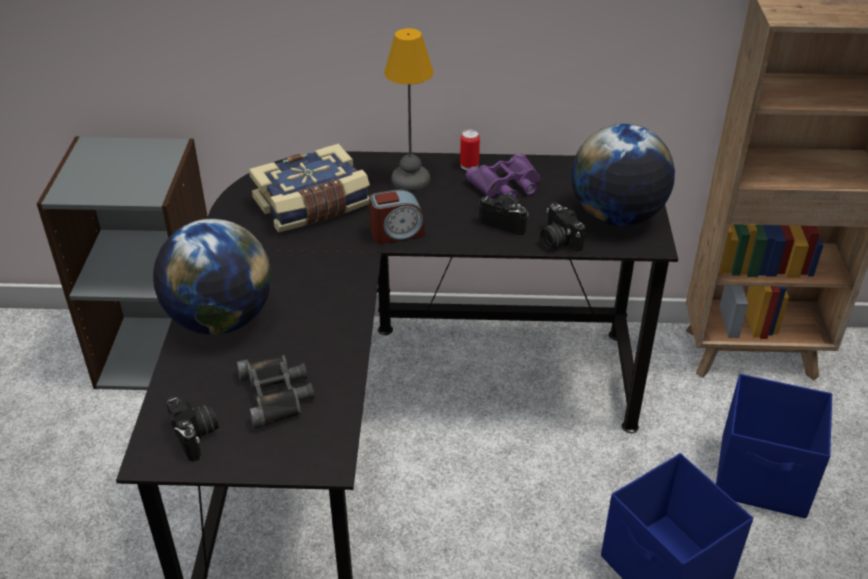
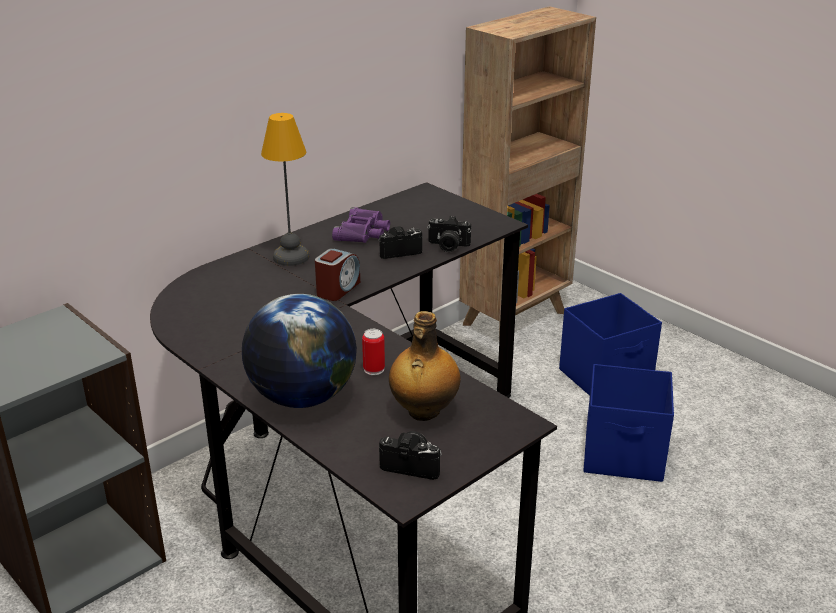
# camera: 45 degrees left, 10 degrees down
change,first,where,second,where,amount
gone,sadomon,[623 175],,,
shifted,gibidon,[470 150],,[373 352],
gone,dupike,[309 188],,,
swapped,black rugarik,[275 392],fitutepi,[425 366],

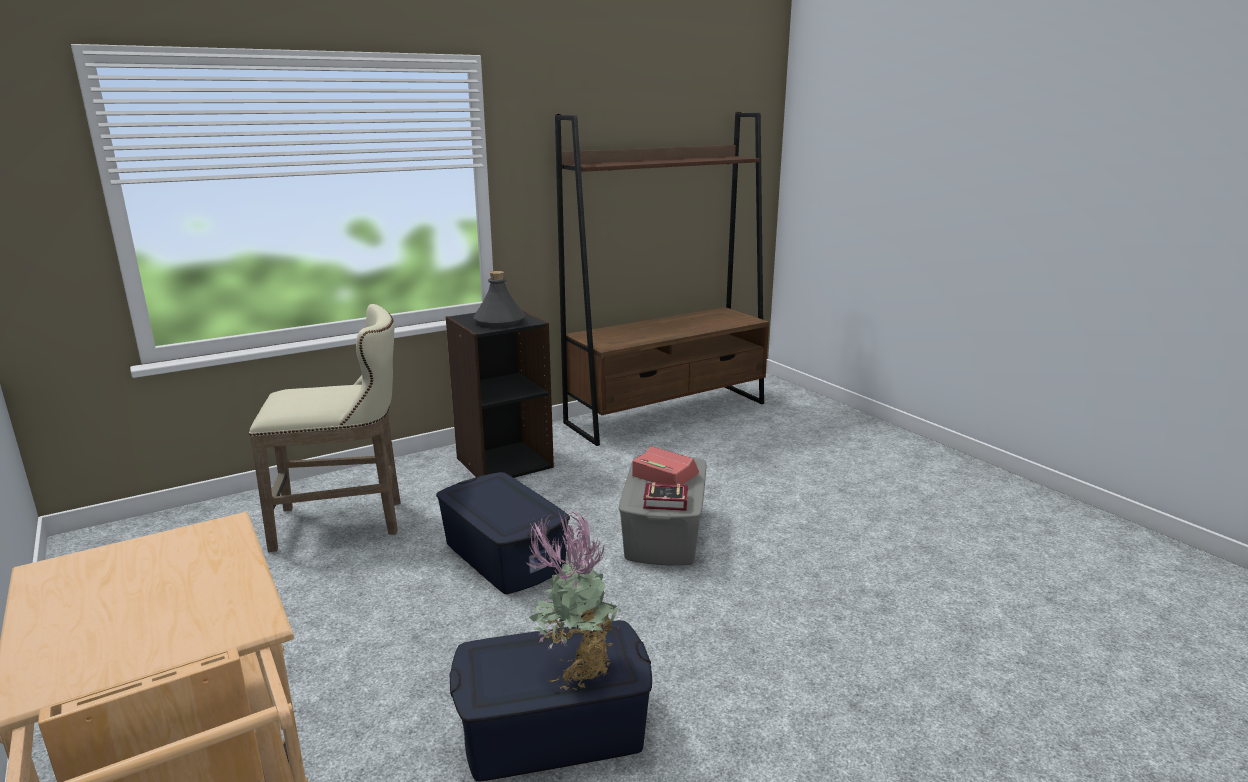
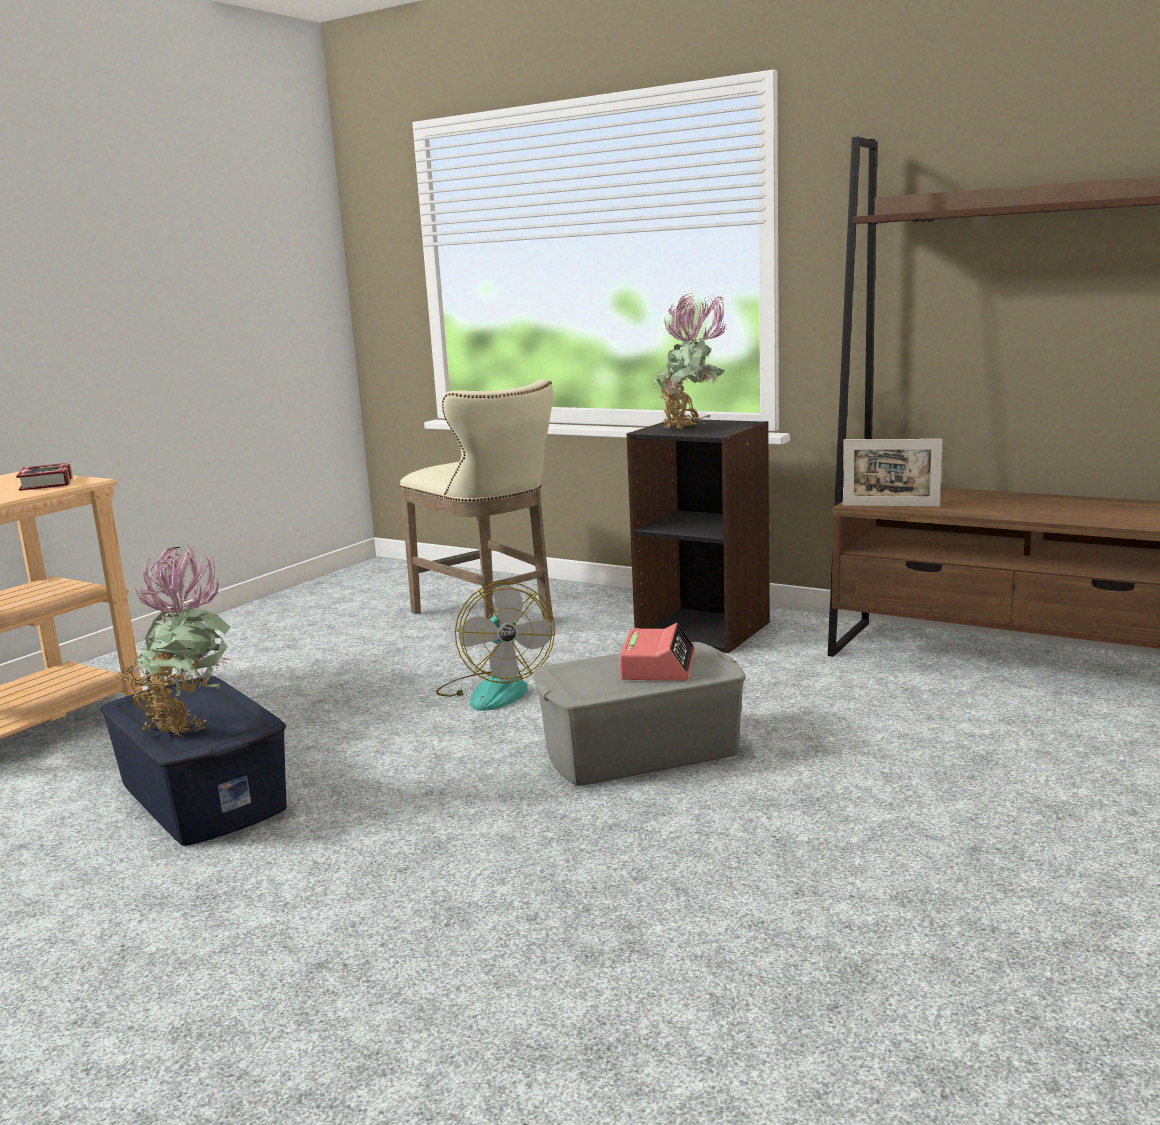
# camera: 65 degrees right, 5 degrees down
change,first,where,second,where,amount
swapped,grey fitutepi,[499 299],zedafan,[691 361],
swapped,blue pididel,[503 533],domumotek,[495 646],
shifted,dupike,[665 496],,[44 477],
new,,,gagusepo,[893 473],

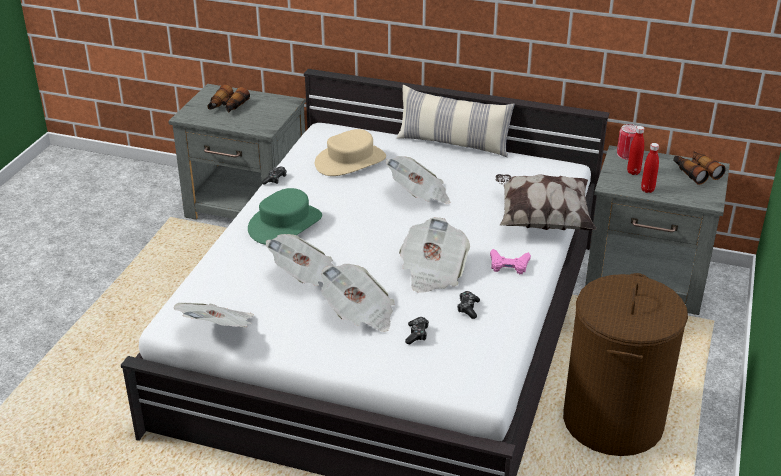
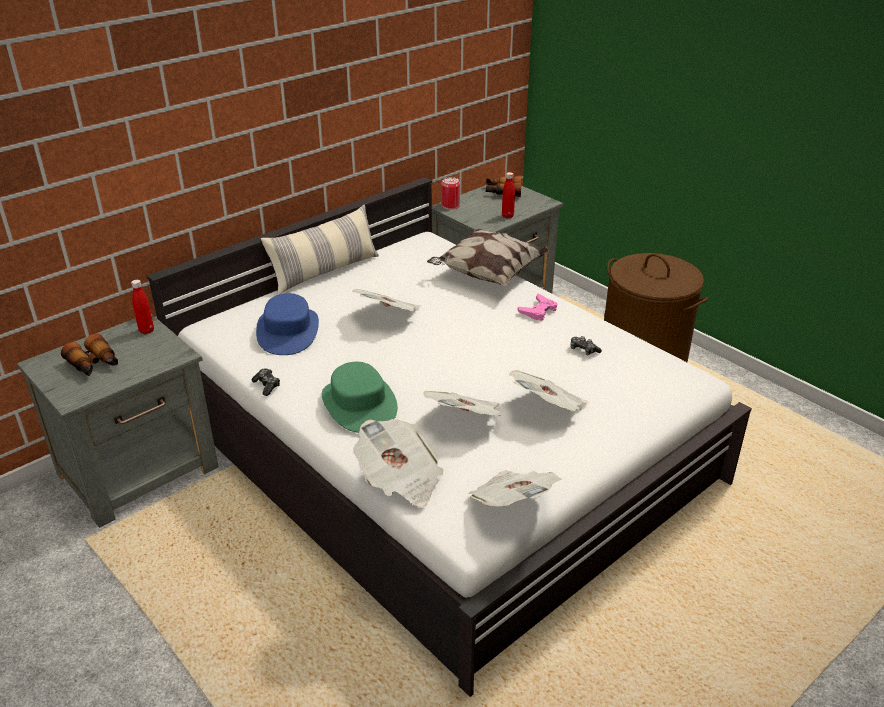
# camera: 60 degrees left, 0 degrees up
change,first,where,second,where,amount
shifted,red fitutepi,[635 150],,[142 307],
repainted,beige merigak,[350 152],blue merigak,[287 324],
shifted,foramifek,[434 255],,[398 463],
gone,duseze,[417 330],,,

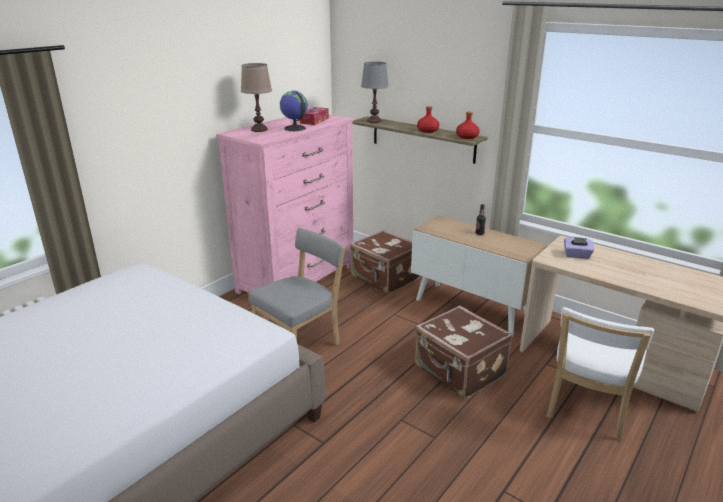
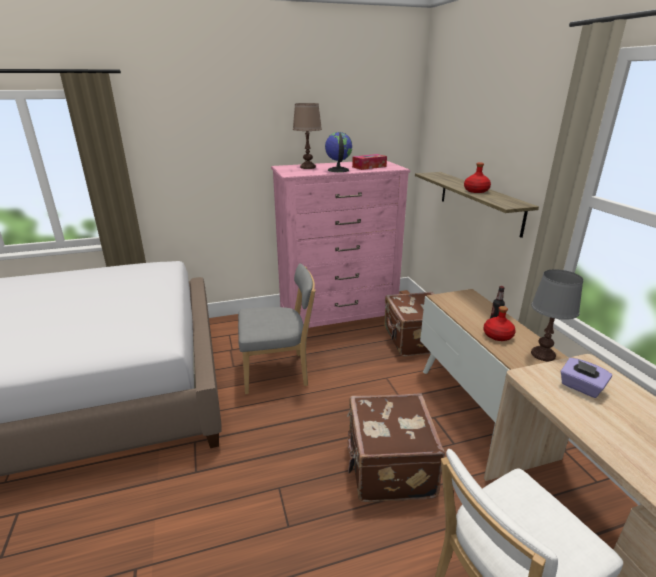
# camera: 35 degrees right, 0 degrees up
change,first,where,second,where,amount
shifted,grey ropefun,[375 92],,[557 315],
shifted,red fitutepi,[468 125],,[499 323],

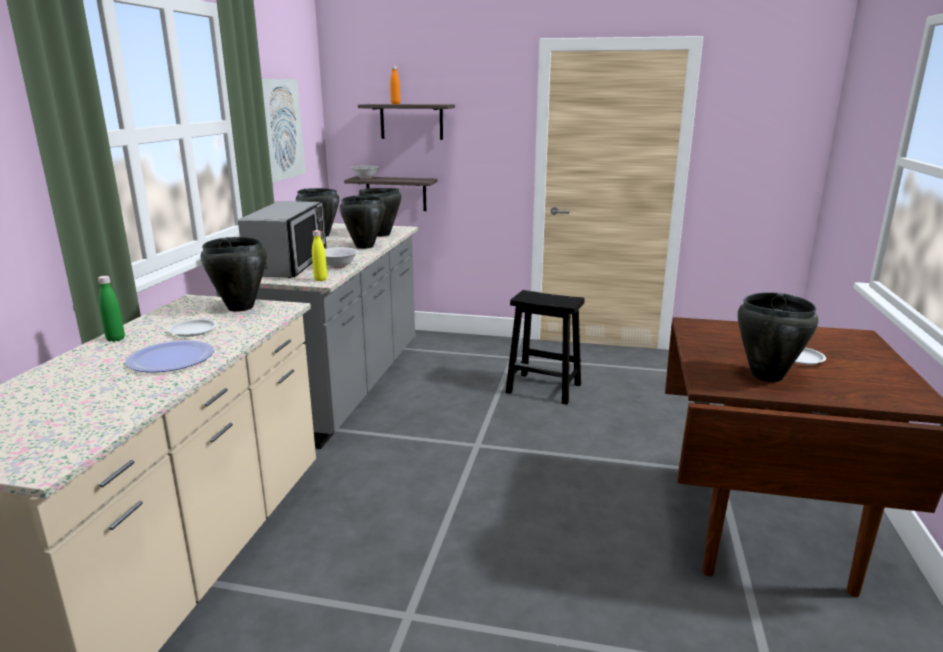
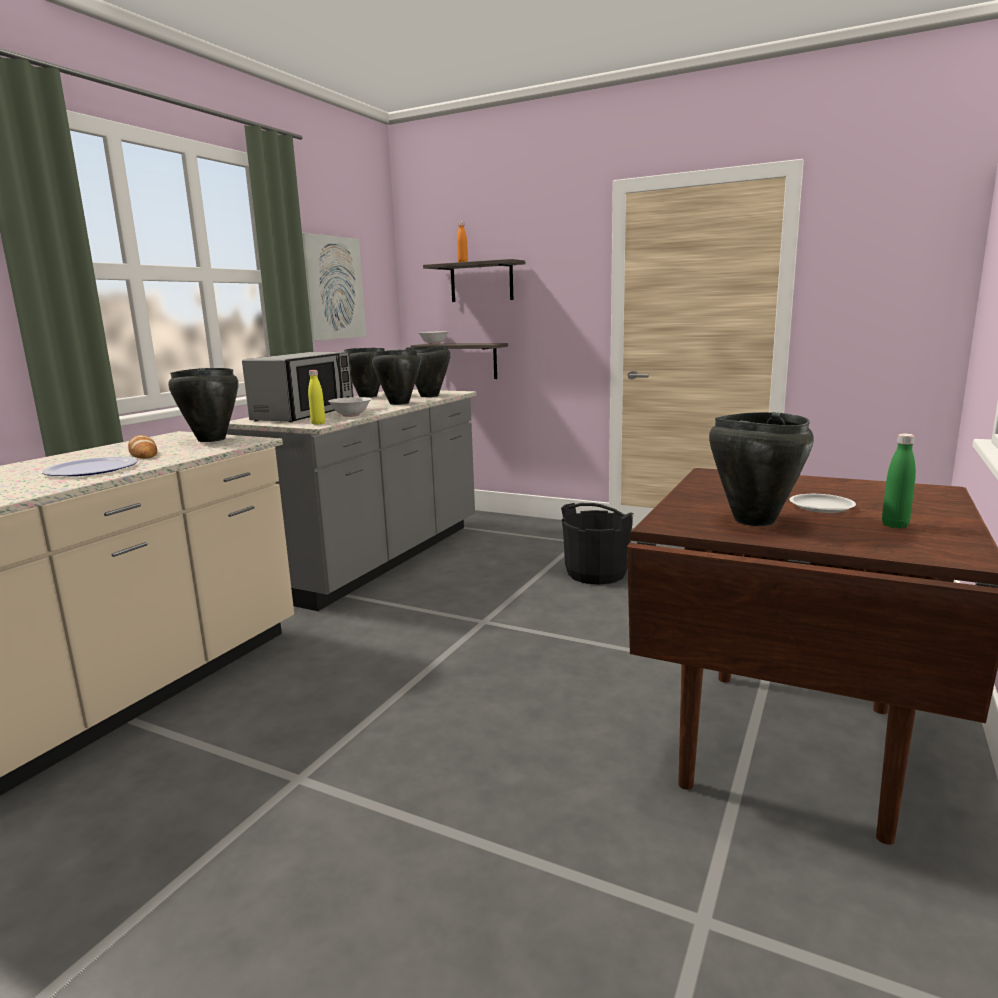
# camera: 15 degrees right, 5 degrees down
change,first,where,second,where,amount
shifted,green fitutepi,[111 309],,[899 481],
swapped,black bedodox,[545 347],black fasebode,[597 543],
swapped,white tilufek,[192 328],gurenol,[142 447],

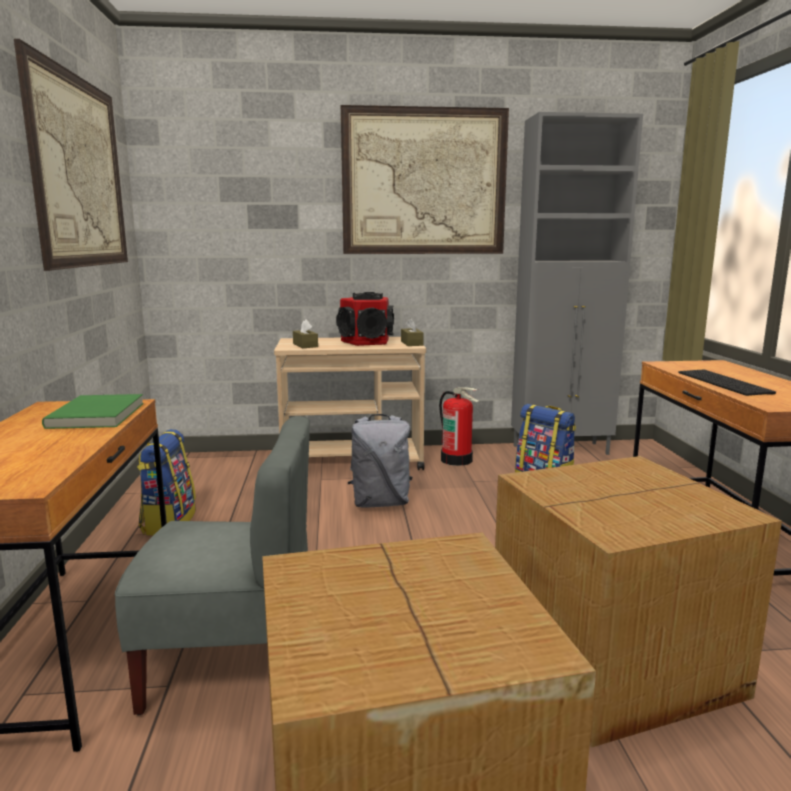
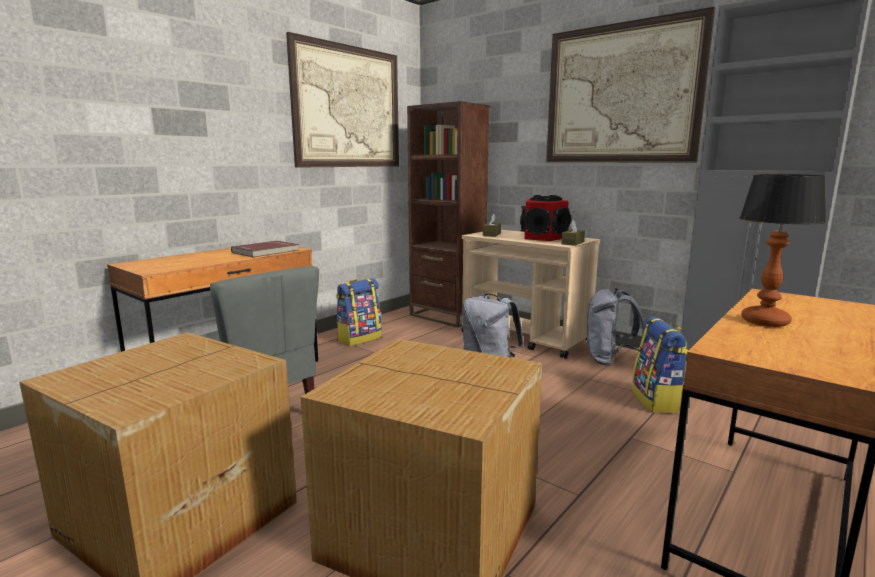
# camera: 45 degrees right, 0 degrees up
change,first,where,second,where,amount
swapped,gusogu,[727 382],ropefun,[783 250],
swapped,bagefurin,[459 426],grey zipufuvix,[615 327],
repainted,green dupike,[93 411],red dupike,[265 249],
new,,,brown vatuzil,[448 214],

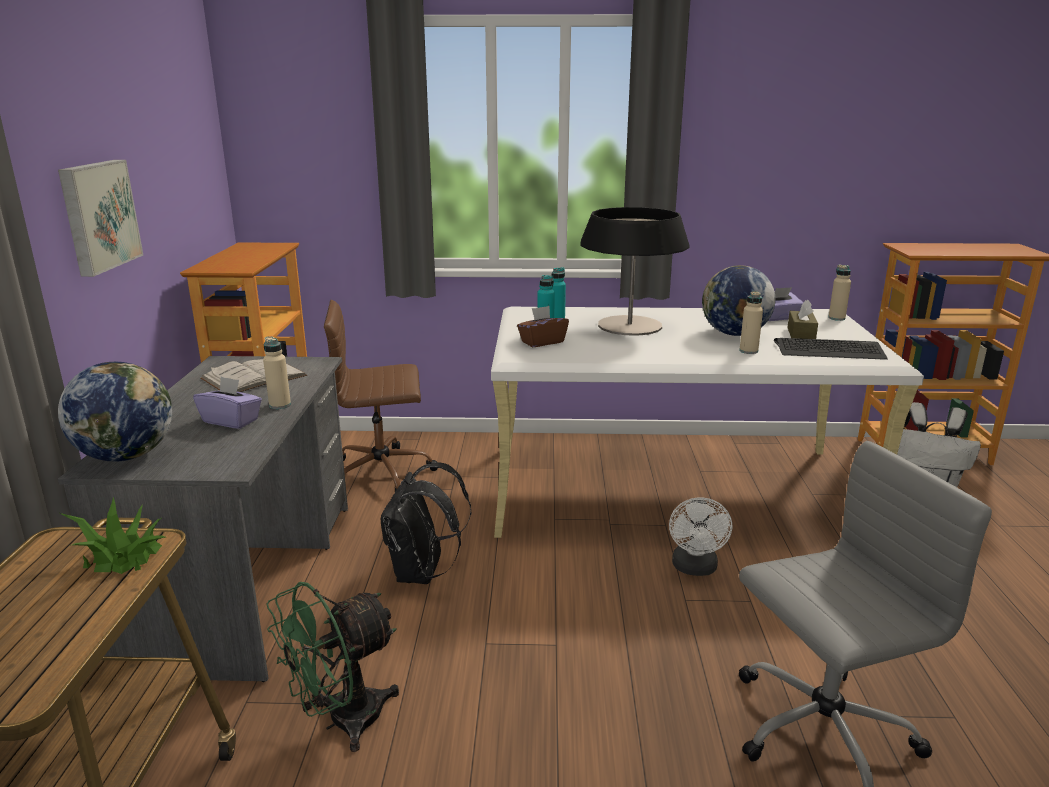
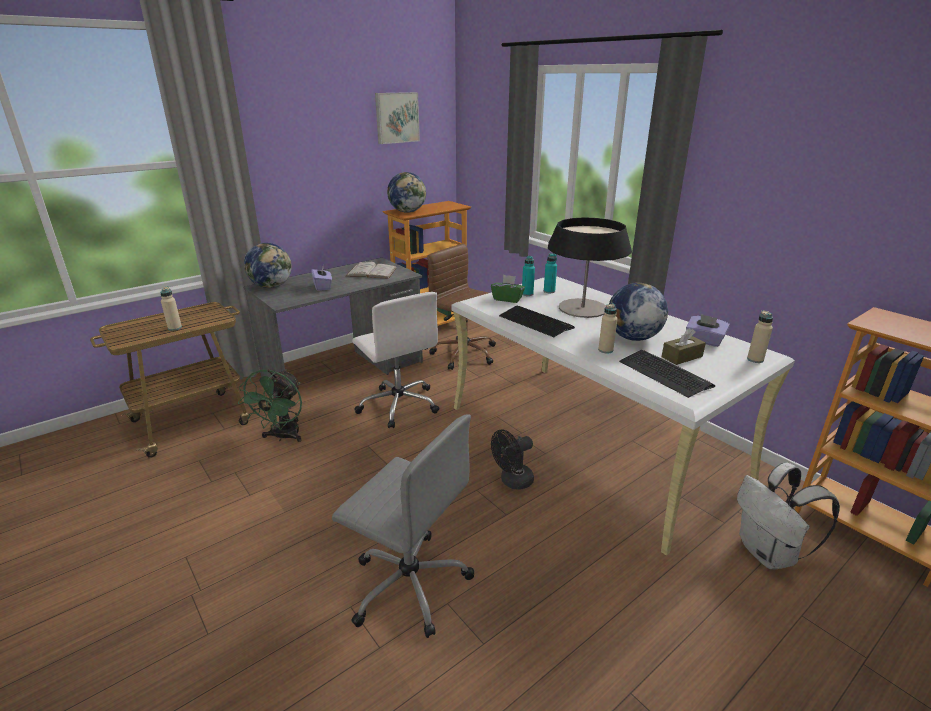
# camera: 50 degrees right, 5 degrees up
change,first,where,second,where,amount
shifted,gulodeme,[100 218],,[397 118],
repainted,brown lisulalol,[543 326],green lisulalol,[508 289],
shifted,beige fitutepi,[277 372],,[171 308],
swapped,black zipufuvix,[426 523],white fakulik,[395 360],
gone,zedafan,[112 535],,,
repainted,white domumotek,[700 537],black domumotek,[512 459],
rotated,green domumotek,[332 667],,[270 405],90 degrees counterclockwise
new,,,sadomon,[406 192],
new,,,gusogu,[537 321],

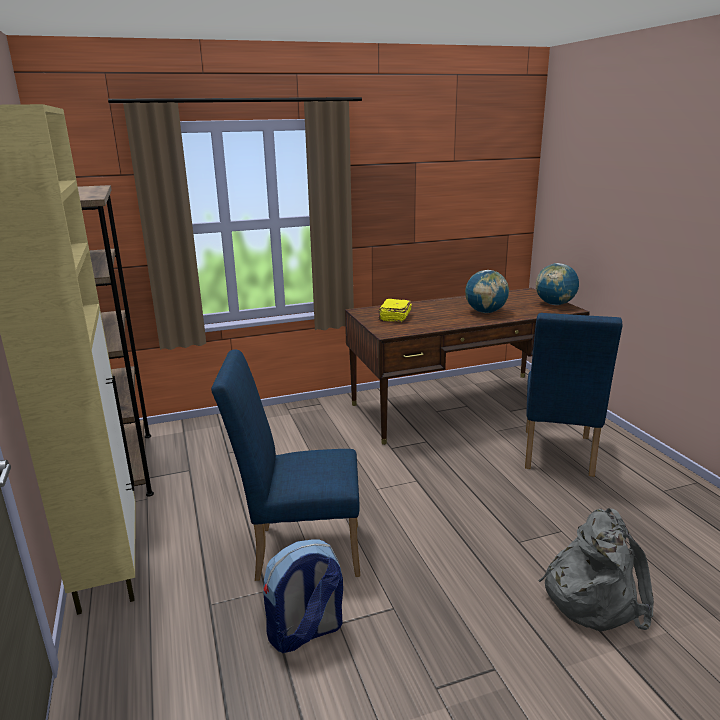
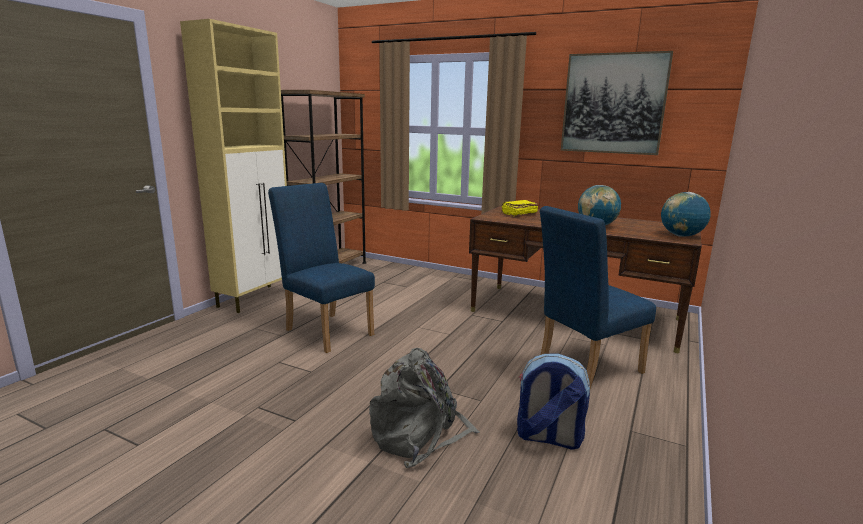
# camera: 45 degrees right, 5 degrees down
change,first,where,second,where,amount
shifted,zipufuvix,[303 596],,[553 402],
new,,,gulodeme,[617 103],

